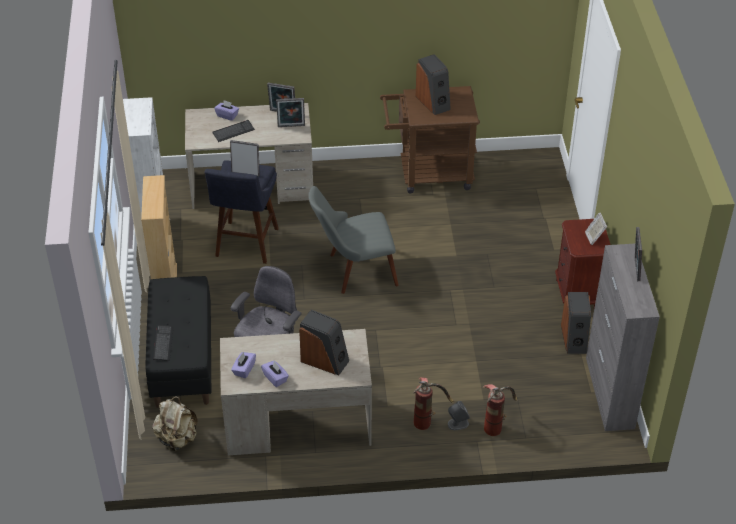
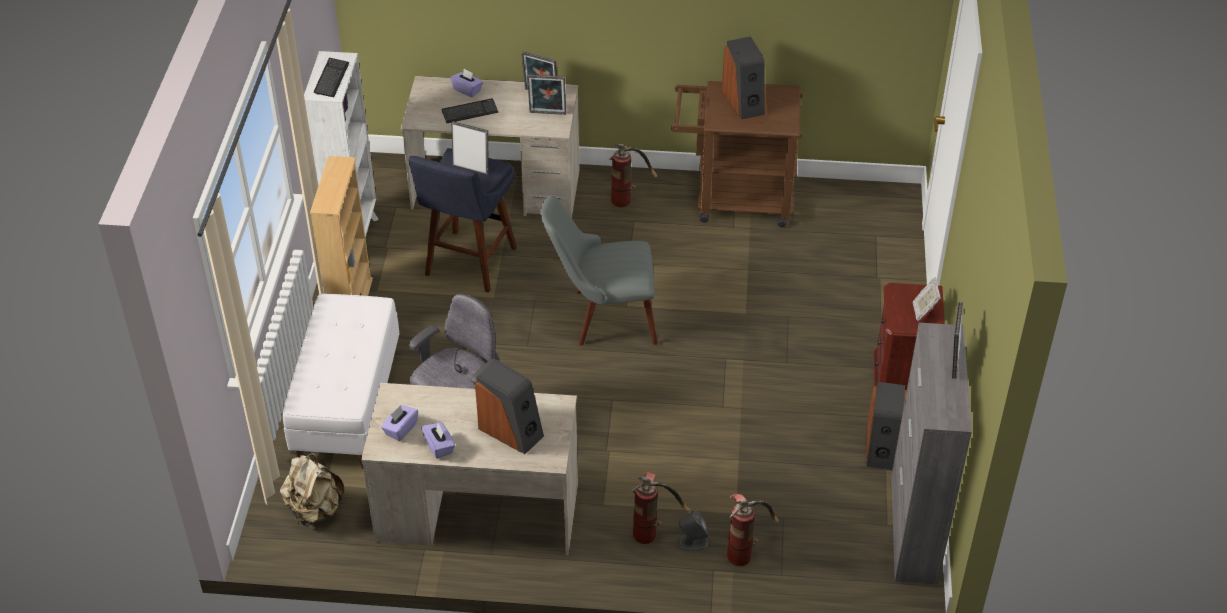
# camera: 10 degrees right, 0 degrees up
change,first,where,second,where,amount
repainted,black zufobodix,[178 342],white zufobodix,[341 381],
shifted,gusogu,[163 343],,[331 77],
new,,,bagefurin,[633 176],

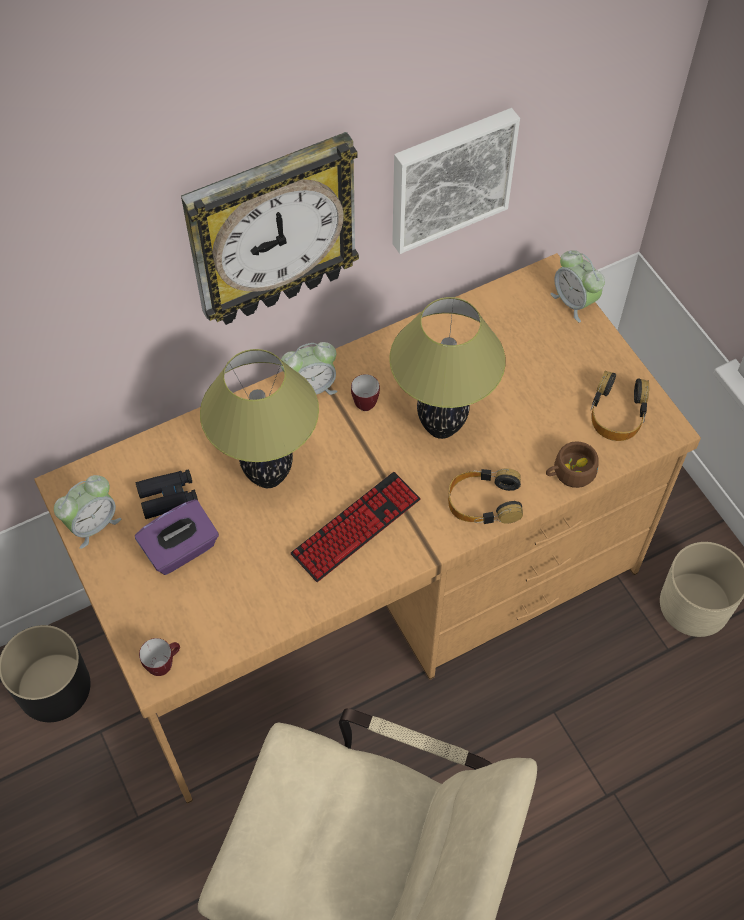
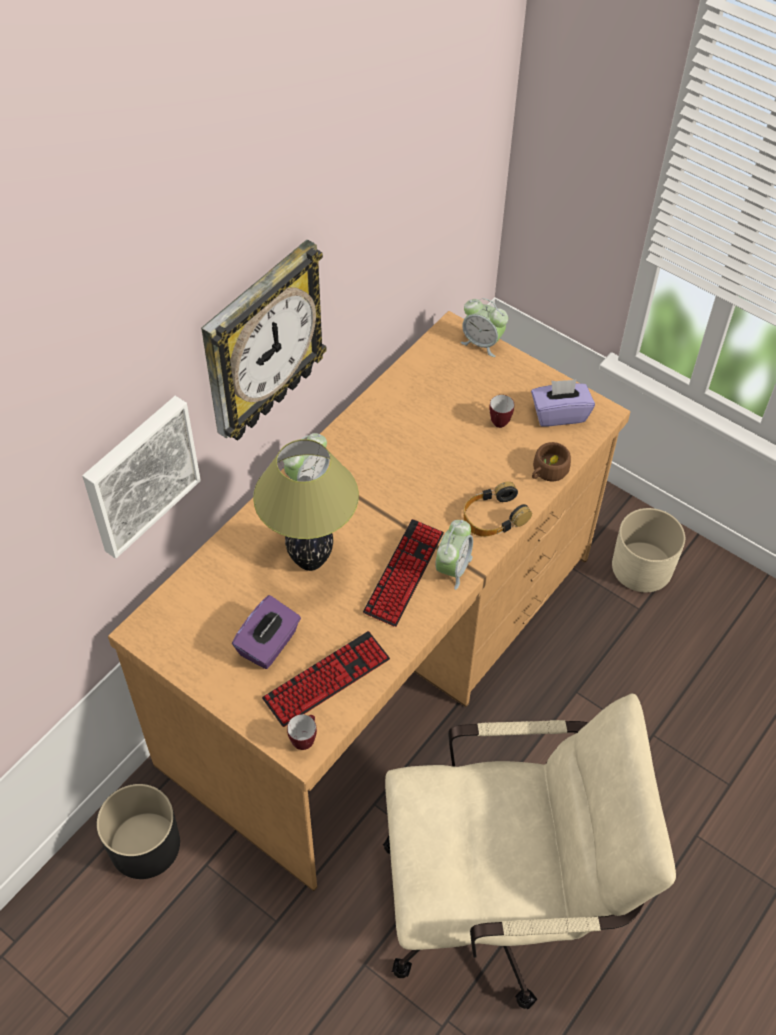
# camera: 25 degrees left, 5 degrees down
change,first,where,second,where,amount
shifted,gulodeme,[456 181],,[141 477],
gone,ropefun,[447 368],,,
swapped,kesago,[620 406],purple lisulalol,[563 403],
shifted,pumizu,[365 392],,[501 411],
gone,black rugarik,[167 494],,,
shifted,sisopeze,[87 512],,[454 555],
new,,,gusogu,[326 679],

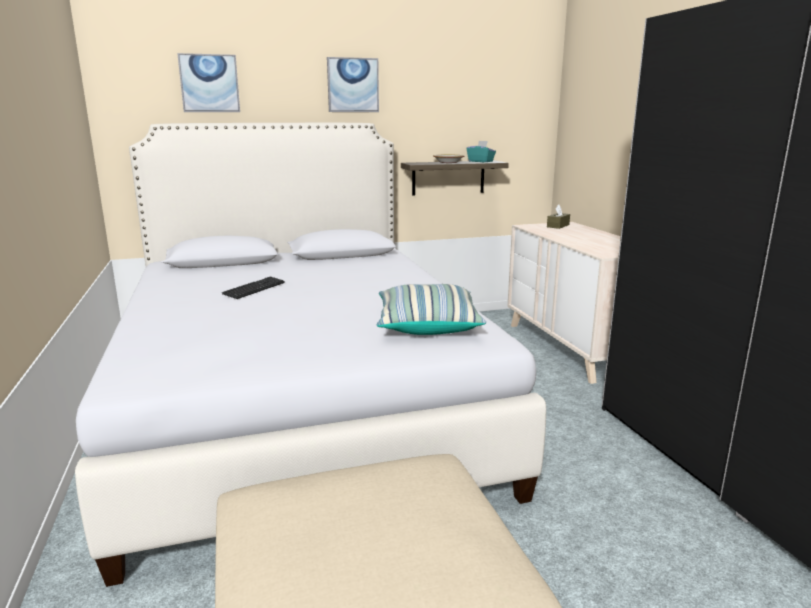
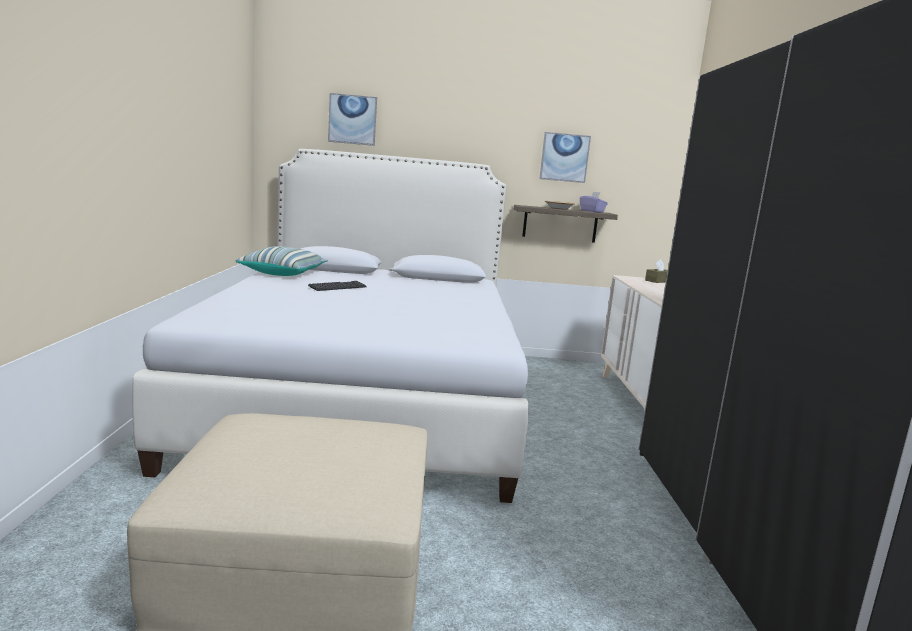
# camera: 15 degrees right, 5 degrees down
change,first,where,second,where,amount
shifted,gulodeme,[353 84],,[565 157],
repainted,turquoise lisulalol,[481 151],purple lisulalol,[594 202],
shifted,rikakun,[431 309],,[282 261],

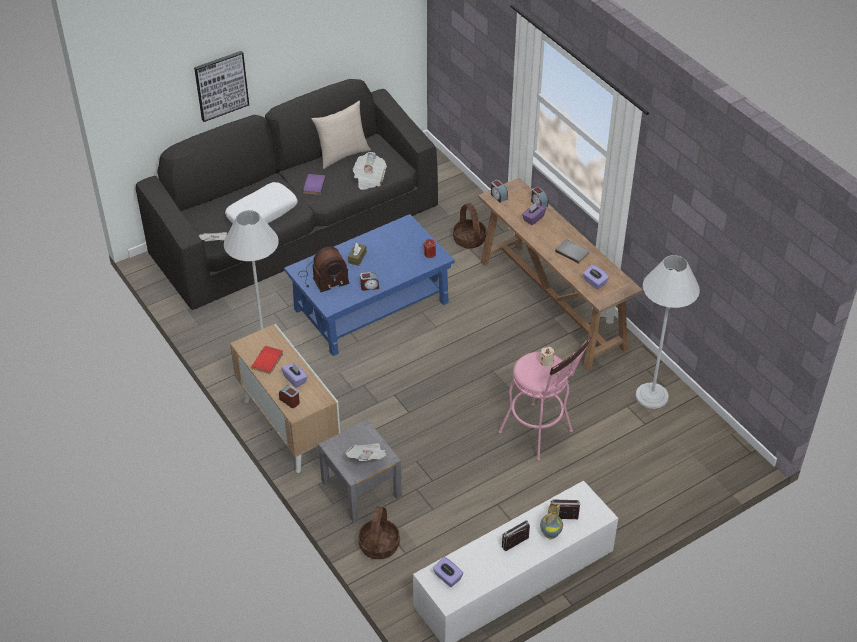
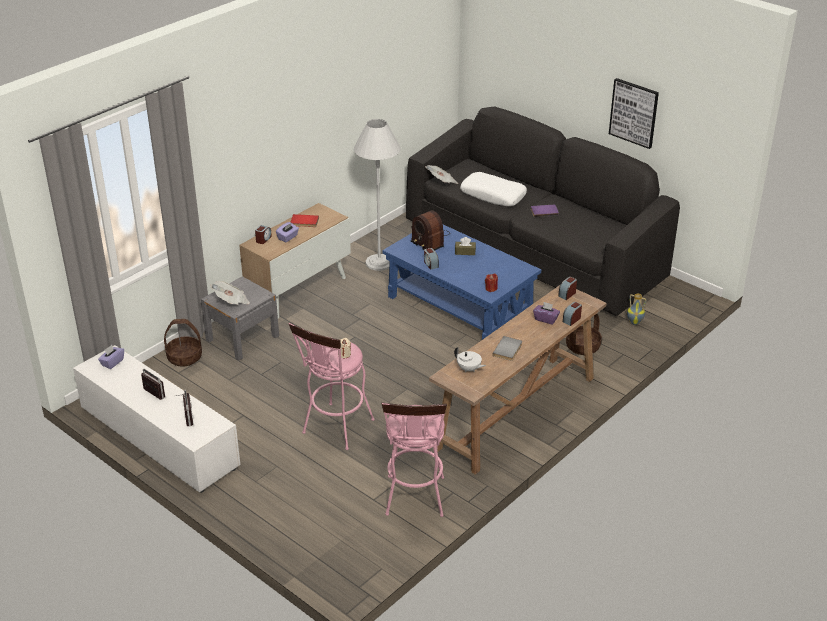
# camera: 75 degrees right, 10 degrees down
change,first,where,second,where,amount
shifted,gulodeme,[221 86],,[634 113],
gone,beige rikakun,[341 135],,,
gone,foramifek,[370 171],,,
swapped,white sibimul,[667 332],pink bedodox,[414 459],
swapped,purple lisulalol,[596 277],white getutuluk,[470 360],
shifted,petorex,[551 521],,[636 309],

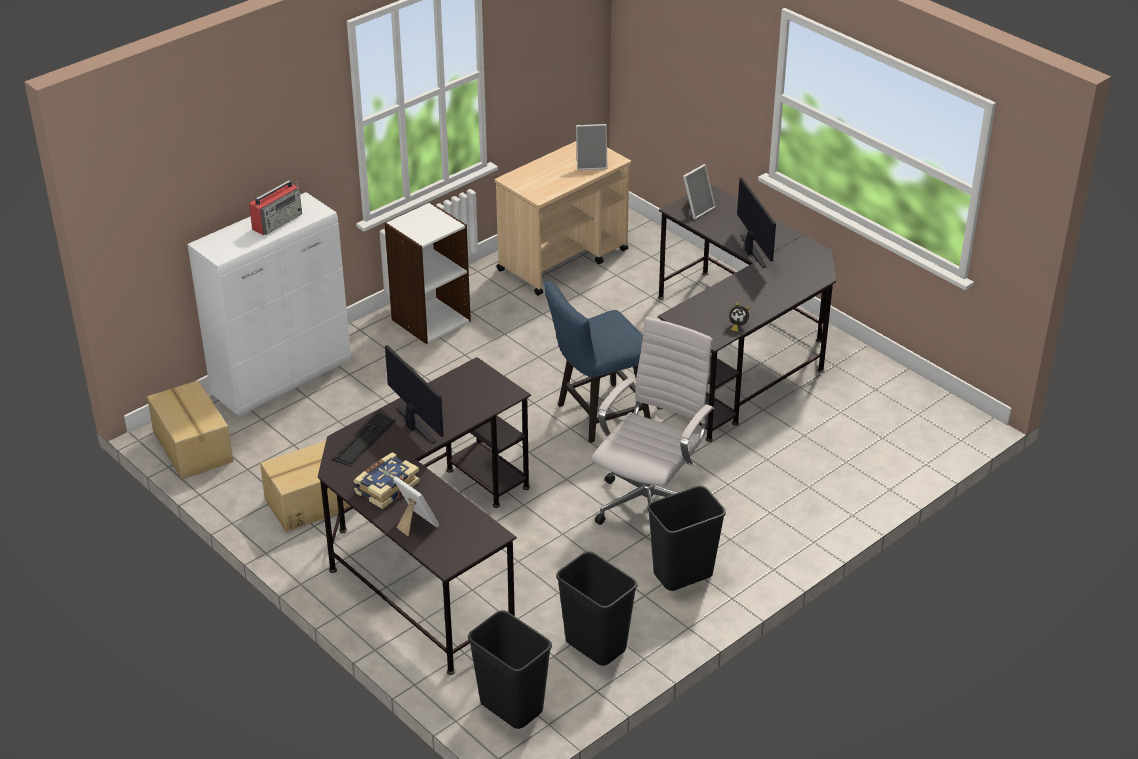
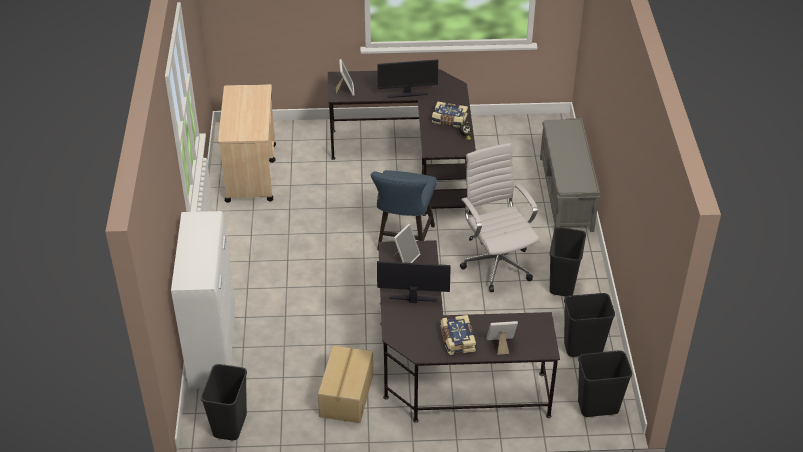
# camera: 50 degrees left, 5 degrees up
change,first,where,second,where,amount
shifted,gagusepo,[591 147],,[406 243],
rotated,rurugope,[756 222],,[407 78],150 degrees clockwise
gone,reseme,[275 207],,,
gone,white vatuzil,[427 273],,,
swapped,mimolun,[190 429],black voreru,[224 402],
gone,gusogu,[364 440],,,
new,,,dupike,[450 115],
new,,,grey zufobodix,[570 175],

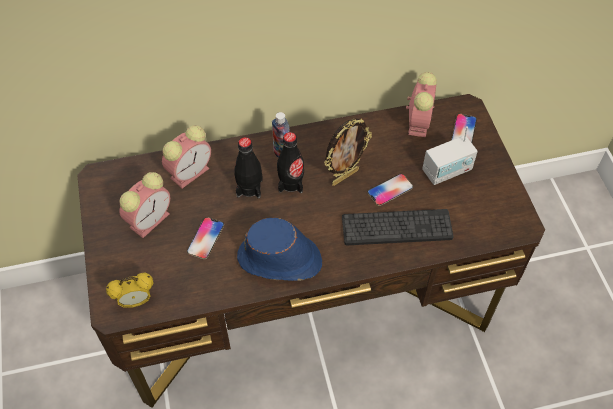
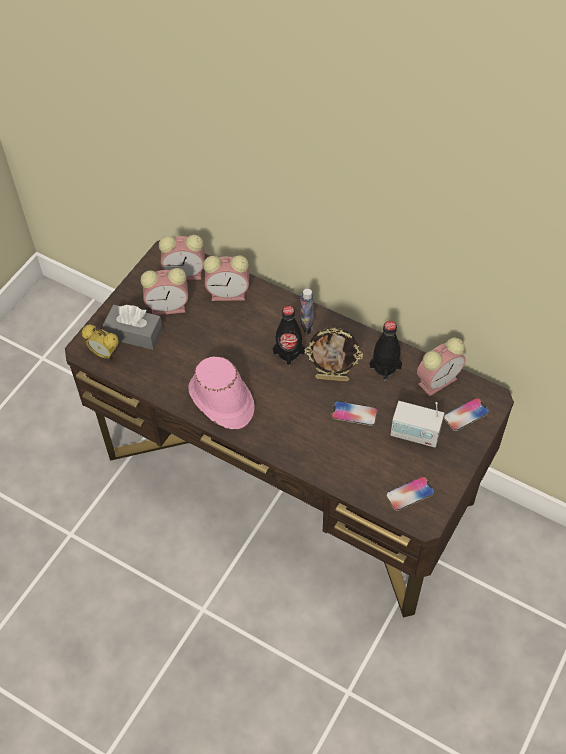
# camera: 45 degrees right, 0 degrees up
change,first,where,second,where,amount
shifted,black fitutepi,[248 167],,[385 351],
gone,gusogu,[398 227],,,
shifted,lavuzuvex,[205 238],,[410 493],
repainted,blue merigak,[279 249],pink merigak,[222 392],
new,,,sisopeze,[182 257],
new,,,grey lisulalol,[133 327],

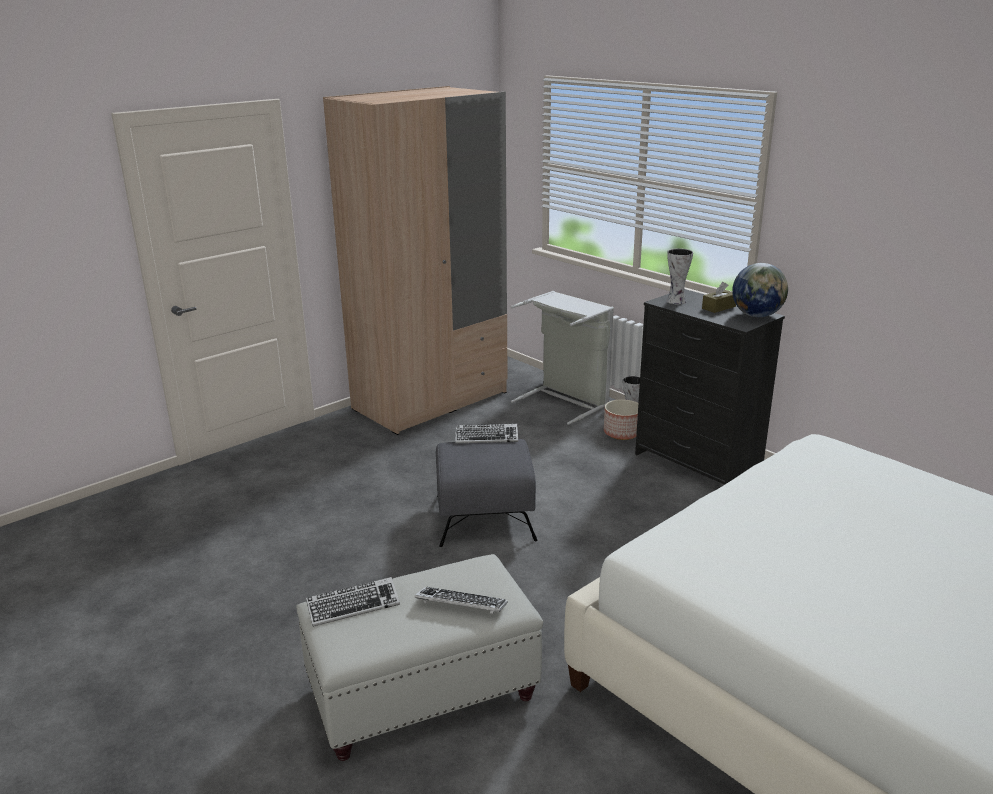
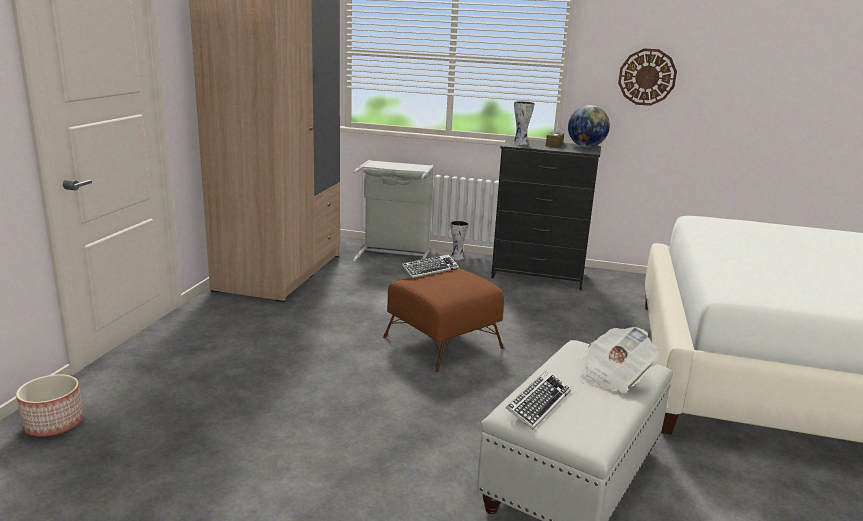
# camera: 35 degrees left, 5 degrees down
change,first,where,second,where,amount
shifted,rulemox,[621 419],,[49 405],
repainted,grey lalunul,[487 493],brown lalunul,[443 320],
swapped,gusogu,[461 600],foramifek,[620 359],
new,,,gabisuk,[647 77],

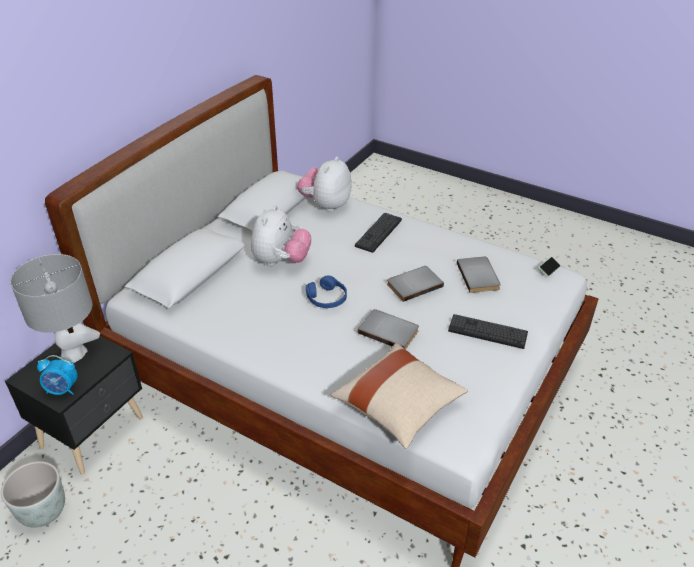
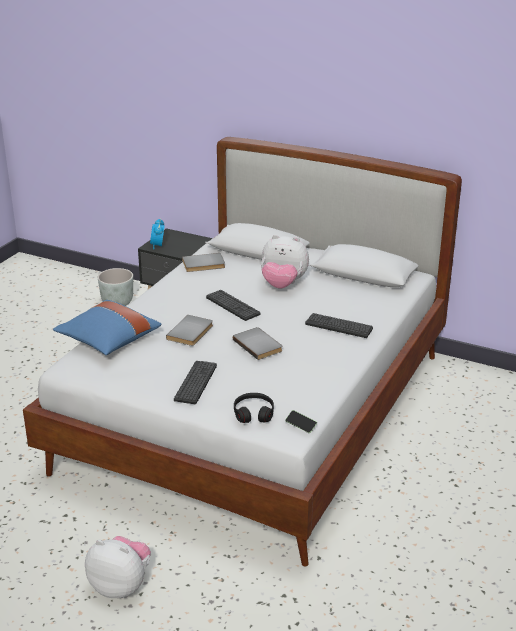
# camera: 85 degrees right, 10 degrees down
change,first,where,second,where,amount
shifted,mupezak,[324 184],,[118 567],
gone,grey ropefun,[55 308],,,
shifted,grey dupike,[479 275],,[203 262],
swapped,blue kesago,[326 291],gusogu,[233 305],
repainted,beige rikakun,[399 396],blue rikakun,[107 327],
new,,,black kesago,[254 408],

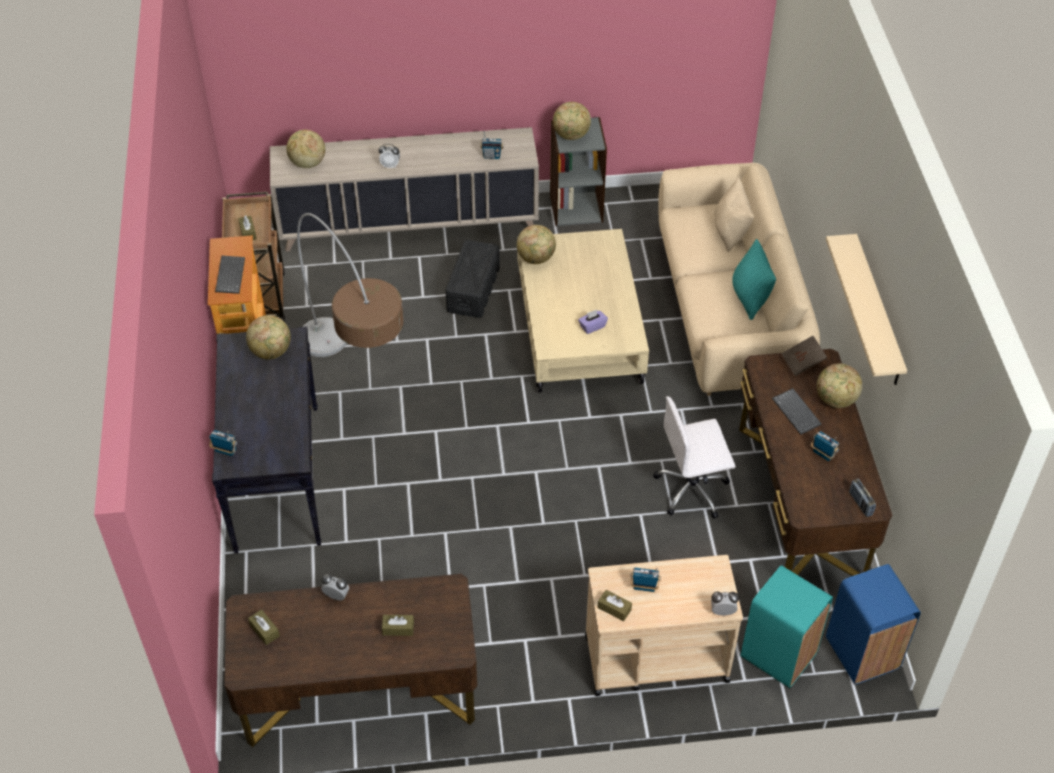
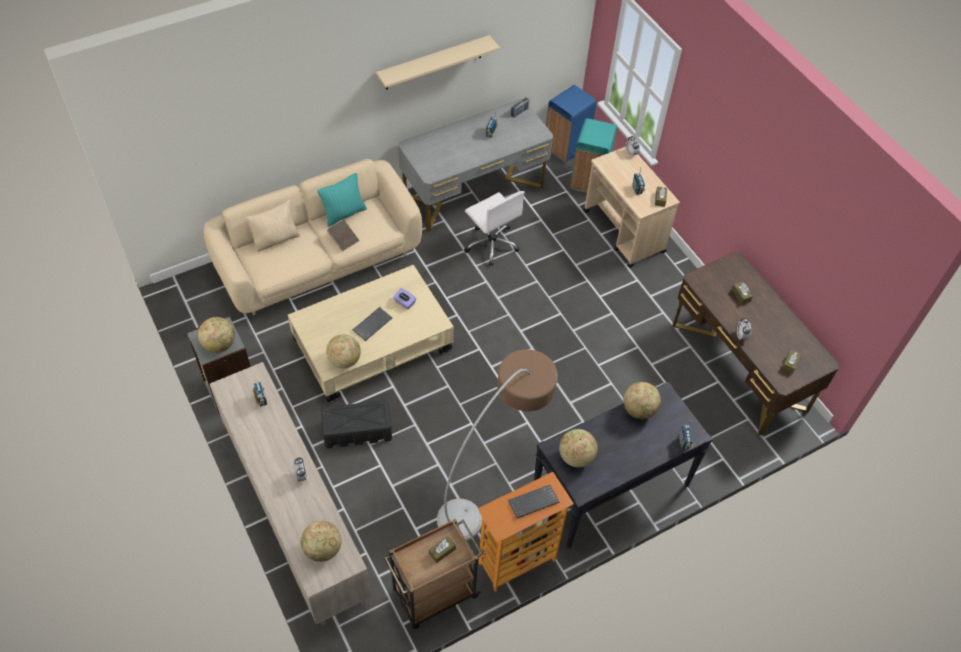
# camera: 115 degrees left, 5 degrees up
change,first,where,second,where,amount
shifted,brown dupike,[804 356],,[343 235],
repainted,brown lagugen,[815 462],grey lagugen,[475 165],
shifted,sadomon,[839 385],,[642 400],
shifted,gusogu,[797 411],,[372 324],

